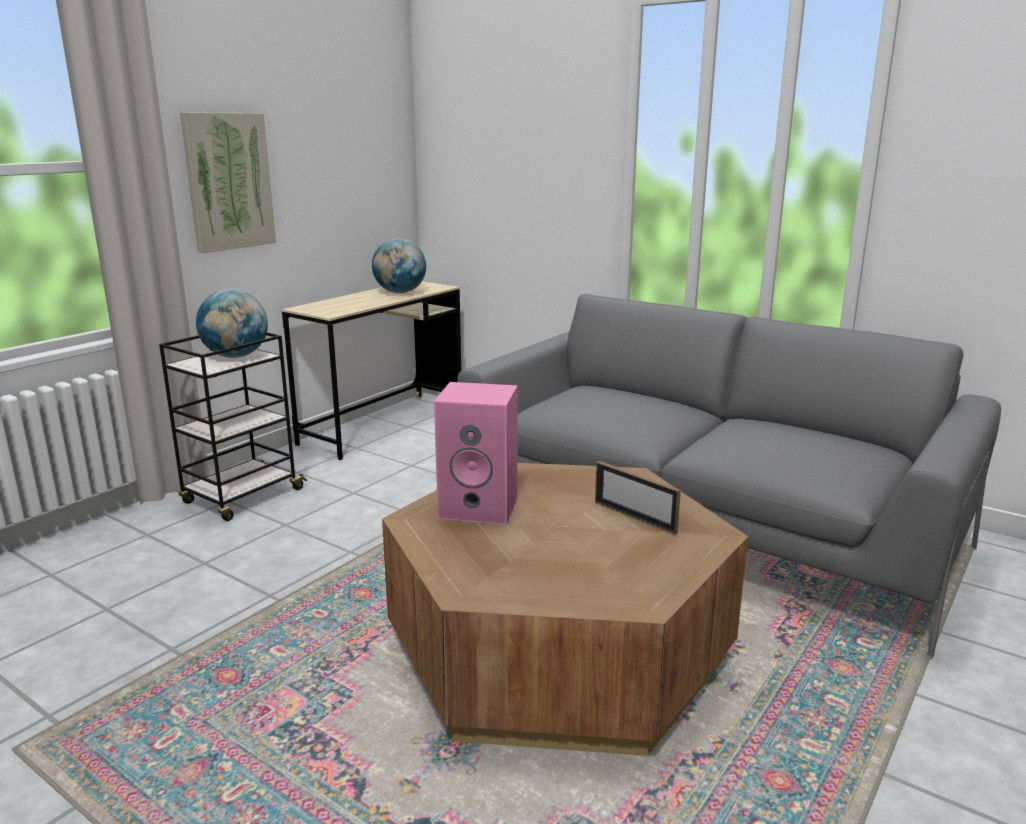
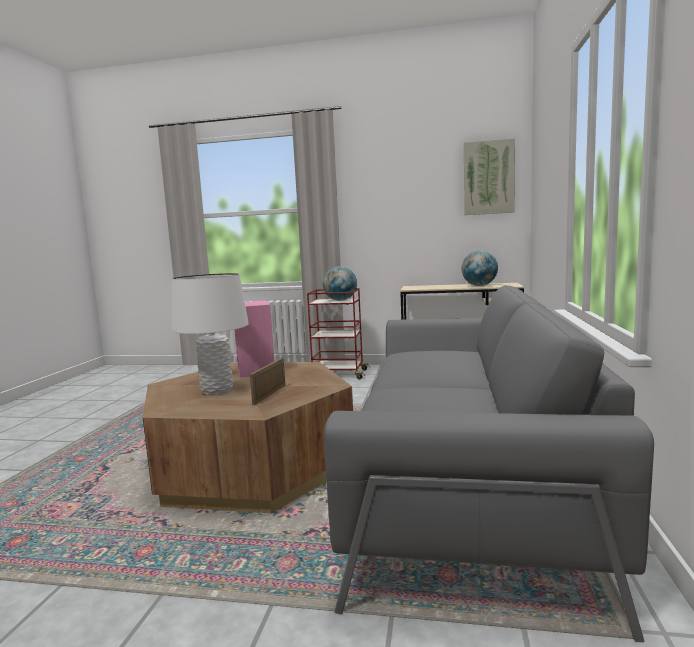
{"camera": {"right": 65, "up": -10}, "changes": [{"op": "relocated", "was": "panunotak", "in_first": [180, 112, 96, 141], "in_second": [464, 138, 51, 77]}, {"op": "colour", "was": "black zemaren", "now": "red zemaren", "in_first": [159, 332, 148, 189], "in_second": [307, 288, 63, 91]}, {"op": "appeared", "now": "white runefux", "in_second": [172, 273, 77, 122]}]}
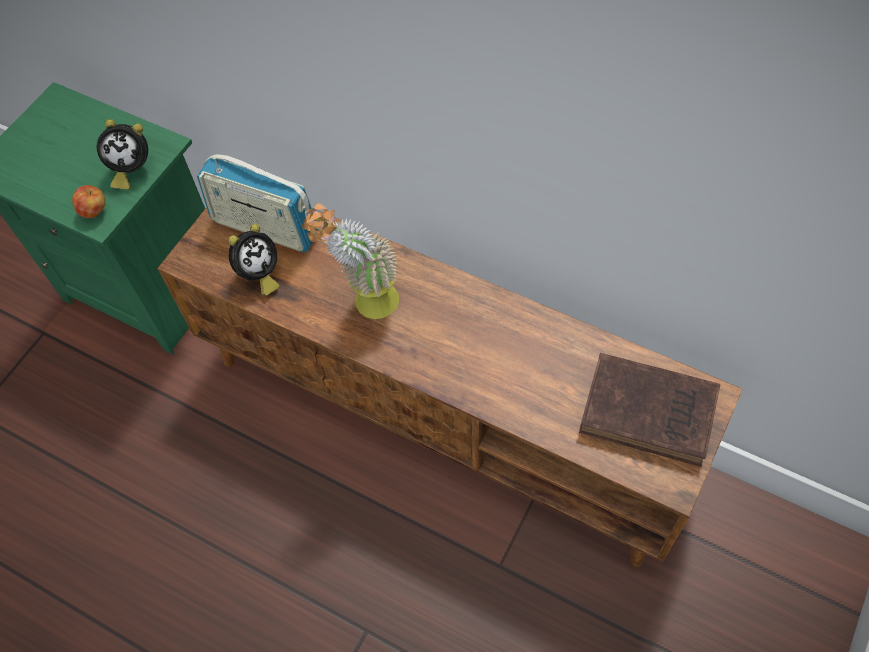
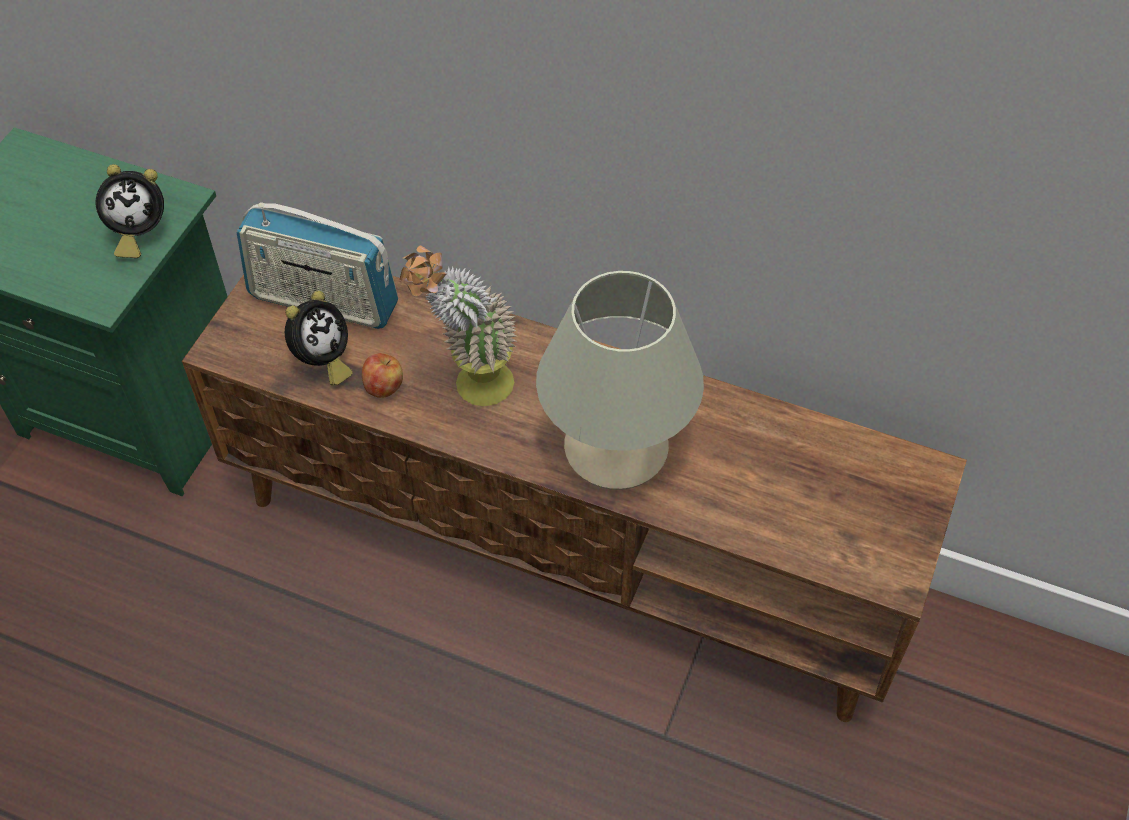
{"camera": {"right": -10, "up": -5}, "changes": [{"op": "relocated", "was": "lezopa", "in_first": [72, 185, 33, 33], "in_second": [362, 353, 41, 45]}, {"op": "missing", "was": "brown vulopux", "in_first": [579, 353, 141, 114]}, {"op": "appeared", "now": "beige runefux", "in_second": [536, 271, 168, 219]}]}
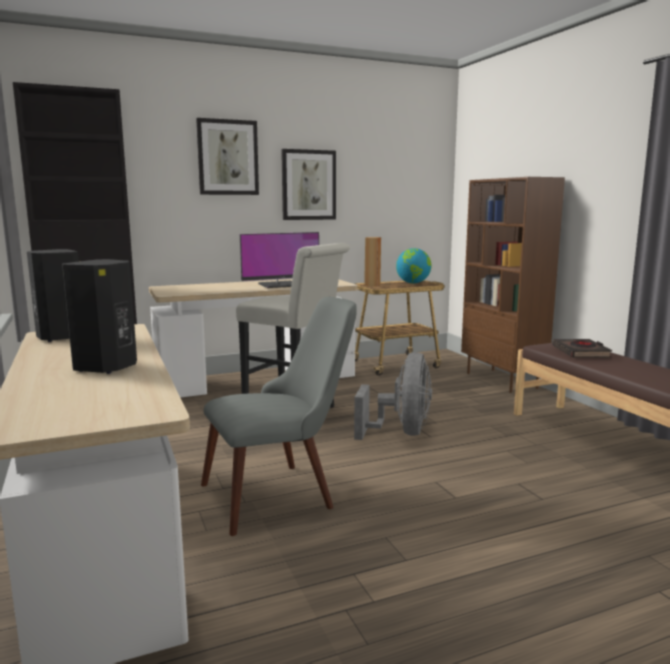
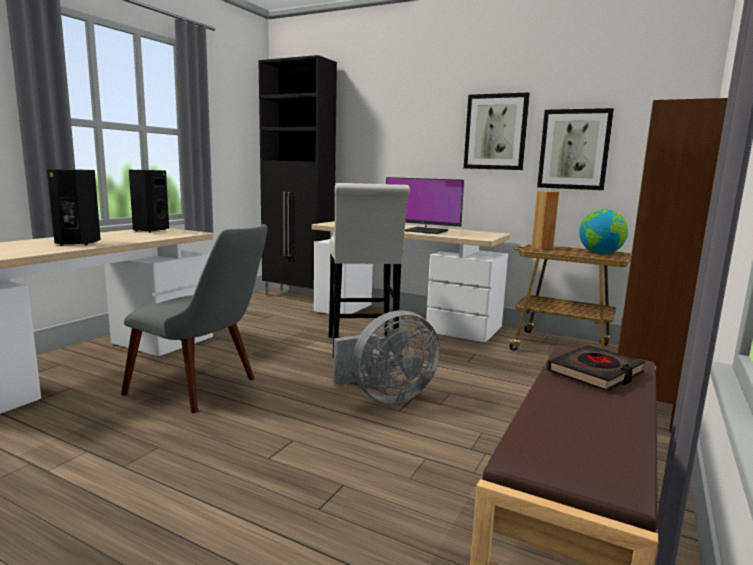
{"camera": {"right": 50, "up": 0}, "changes": [{"op": "relocated", "was": "panunotak", "in_first": [196, 118, 63, 77], "in_second": [537, 108, 77, 82]}]}
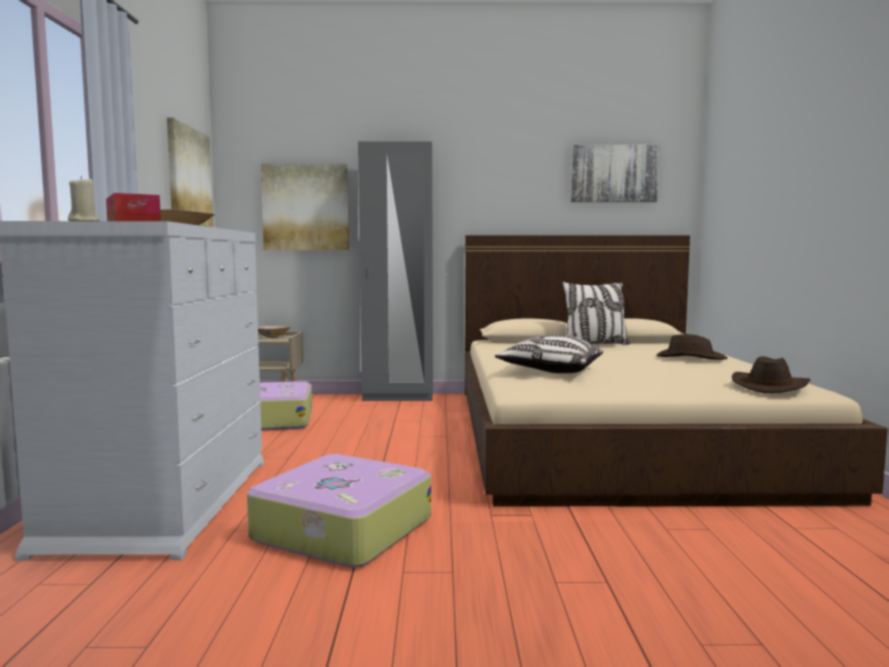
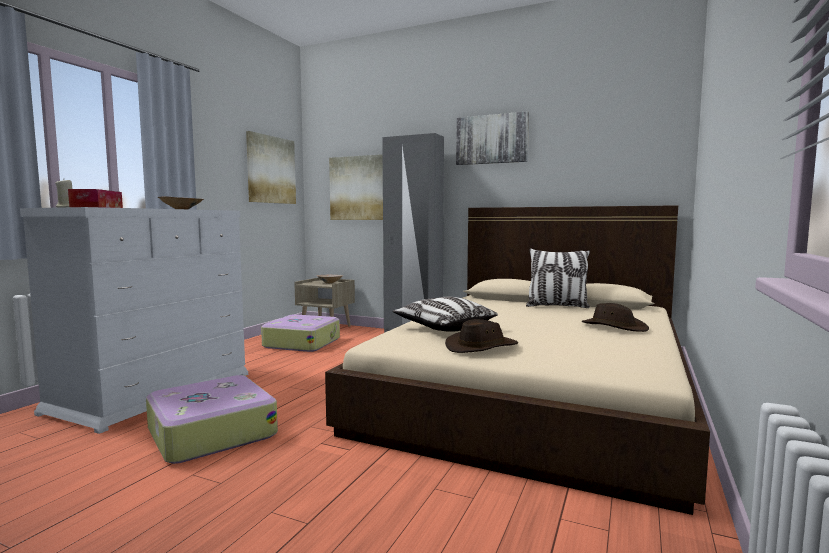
{"camera": {"right": 25, "up": 0}, "changes": [{"op": "relocated", "was": "panunotak", "in_first": [571, 145, 89, 57], "in_second": [456, 111, 73, 54]}, {"op": "relocated", "was": "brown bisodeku", "in_first": [732, 356, 79, 37], "in_second": [445, 319, 73, 34]}]}
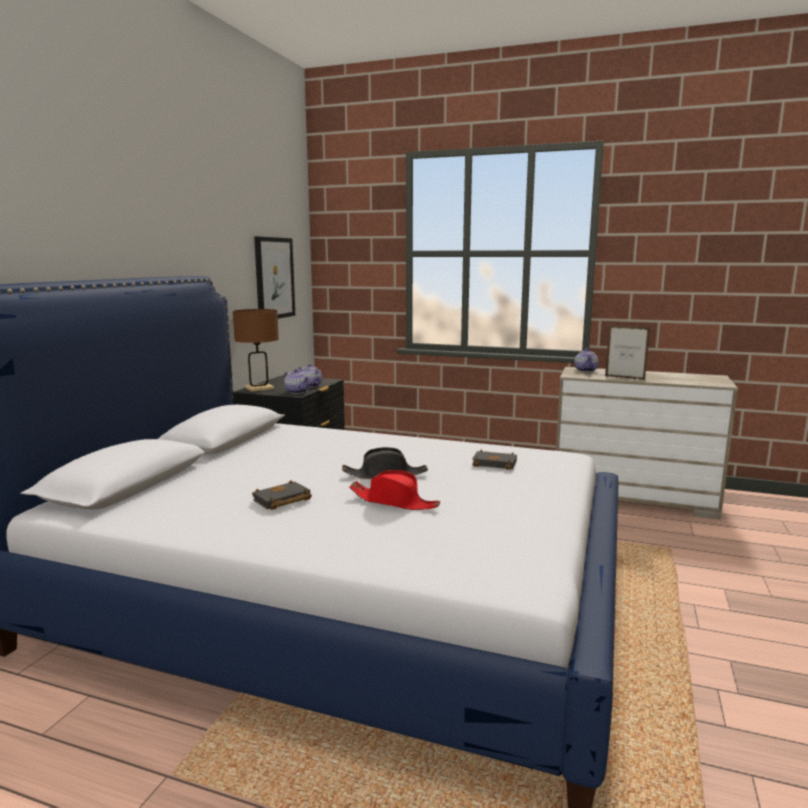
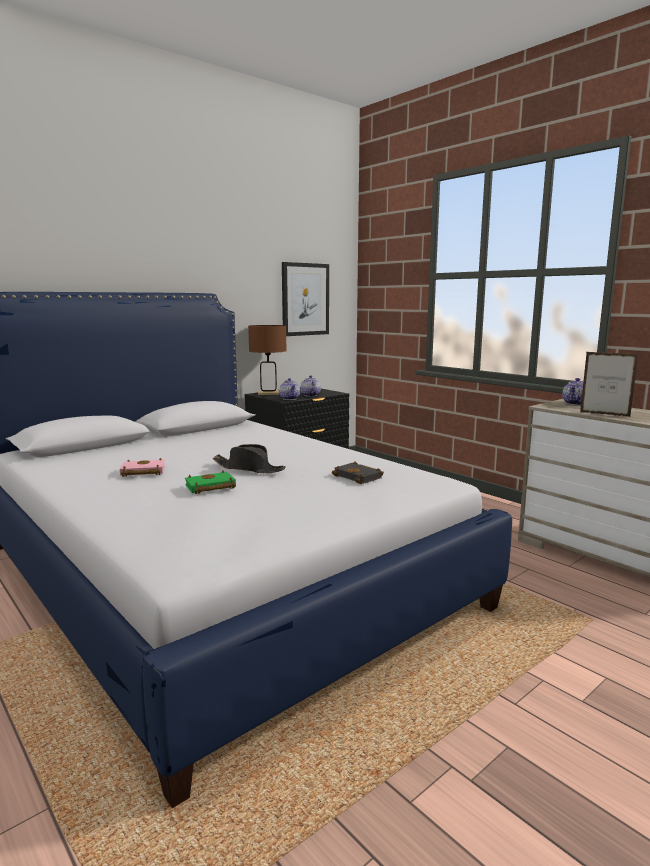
{"camera": {"right": 30, "up": 0}, "changes": [{"op": "spun", "was": "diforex", "in_first": [605, 325, 45, 55], "in_second": [580, 352, 58, 65], "clockwise": 150}, {"op": "exchanged", "was": "red bisodeku", "now": "green vulopux", "in_first": [349, 470, 91, 40], "in_second": [185, 471, 51, 23]}, {"op": "colour", "was": "black vulopux", "now": "pink vulopux", "in_first": [252, 480, 60, 30], "in_second": [120, 458, 45, 19]}]}
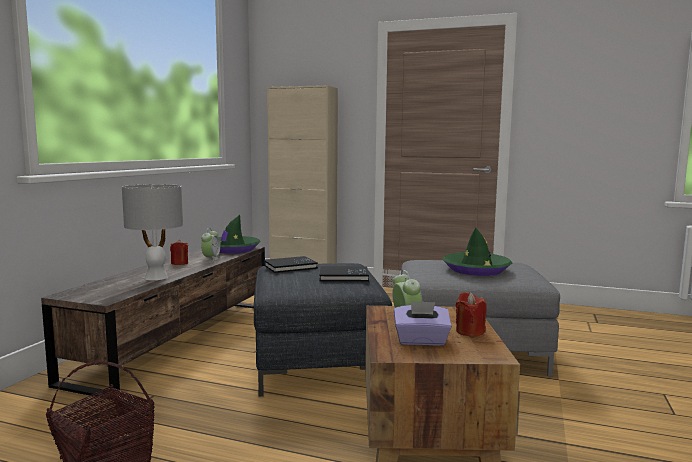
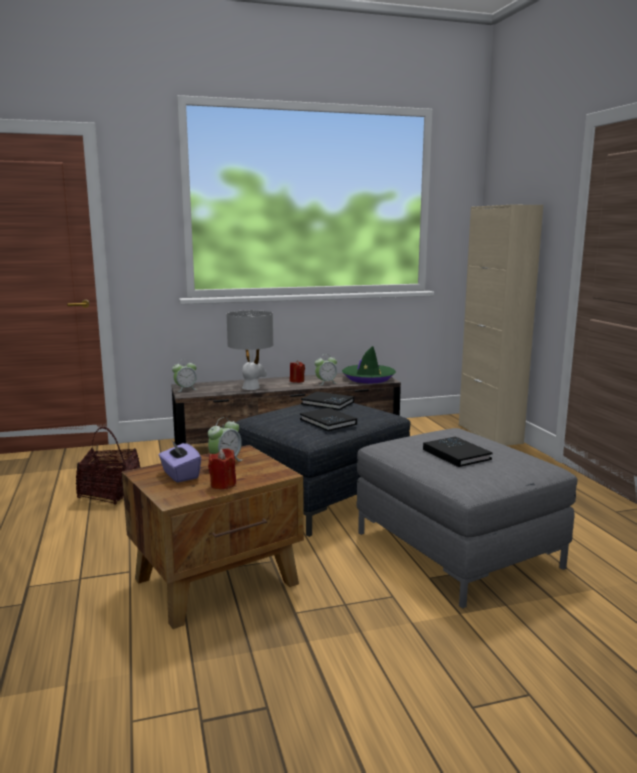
{"camera": {"right": 55, "up": 5}, "changes": [{"op": "exchanged", "was": "green bisodeku", "now": "black vulopux", "in_first": [443, 228, 69, 48], "in_second": [423, 436, 70, 31]}, {"op": "appeared", "now": "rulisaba", "in_second": [172, 359, 25, 33]}]}
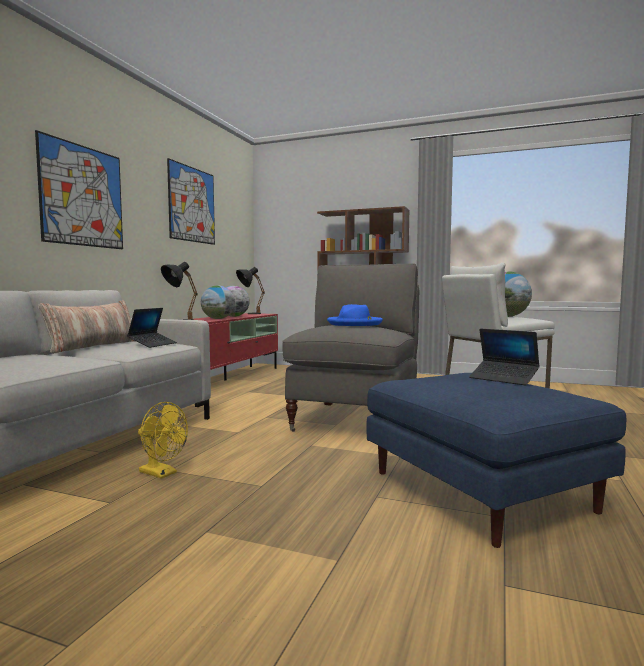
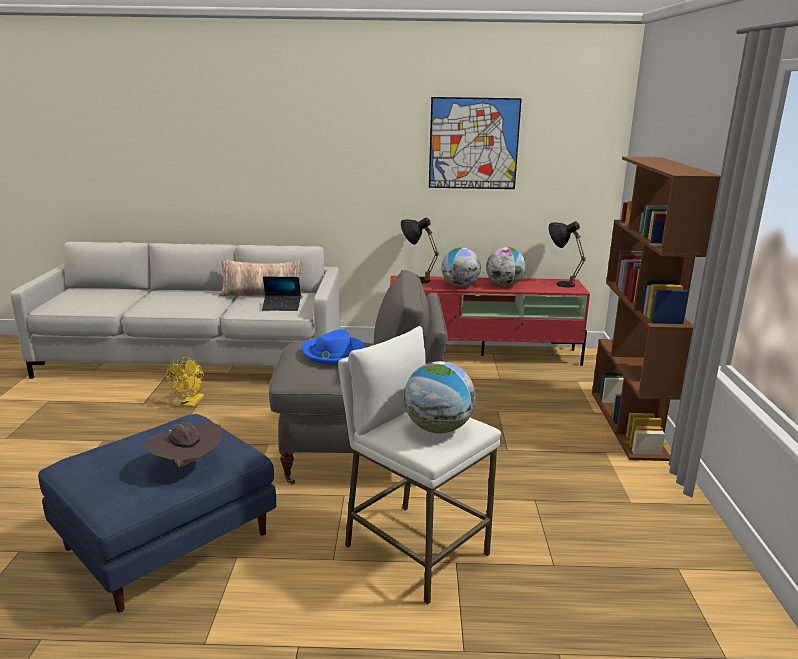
{"camera": {"right": 70, "up": 15}, "changes": [{"op": "missing", "was": "panunotak", "in_first": [35, 130, 88, 119]}, {"op": "exchanged", "was": "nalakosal", "now": "brown bisodeku", "in_first": [469, 329, 71, 56], "in_second": [145, 423, 77, 44]}]}
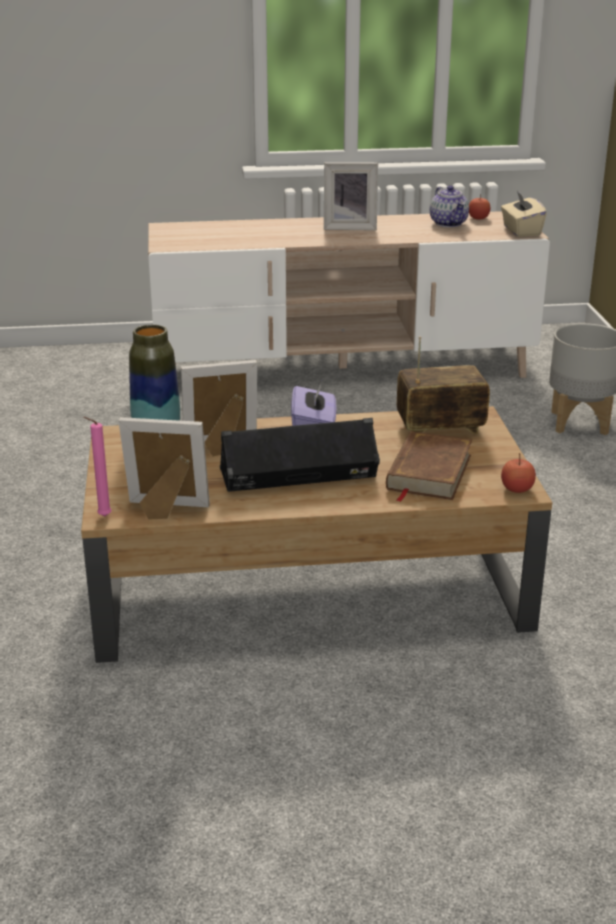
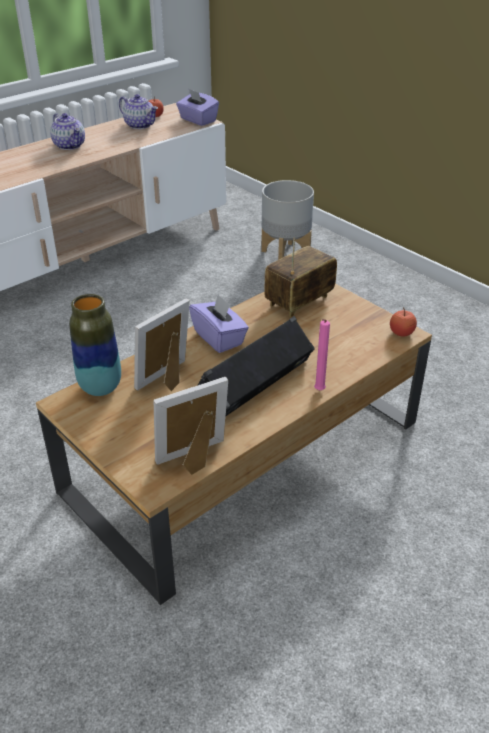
{"camera": {"right": -35, "up": 10}, "changes": [{"op": "exchanged", "was": "diforex", "now": "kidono", "in_first": [324, 162, 54, 68], "in_second": [50, 113, 35, 37]}, {"op": "colour", "was": "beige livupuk", "now": "purple livupuk", "in_first": [501, 191, 46, 46], "in_second": [176, 88, 43, 38]}, {"op": "relocated", "was": "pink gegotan", "in_first": [83, 417, 28, 99], "in_second": [314, 319, 16, 71]}, {"op": "missing", "was": "brown vulopux", "in_first": [386, 431, 86, 71]}]}
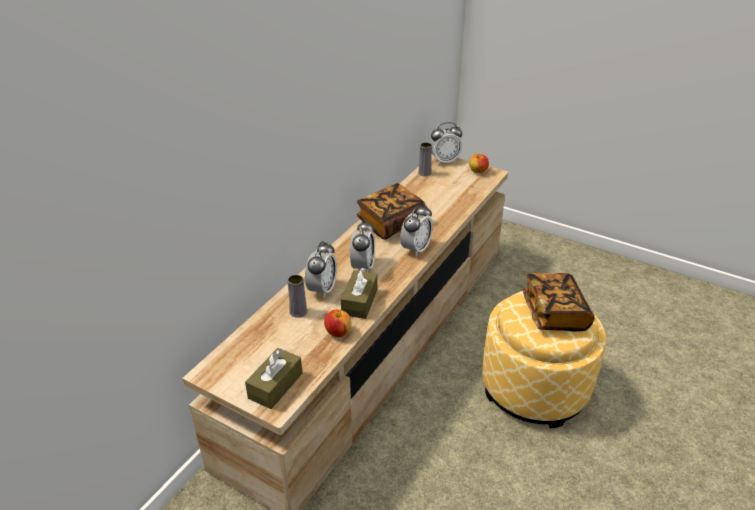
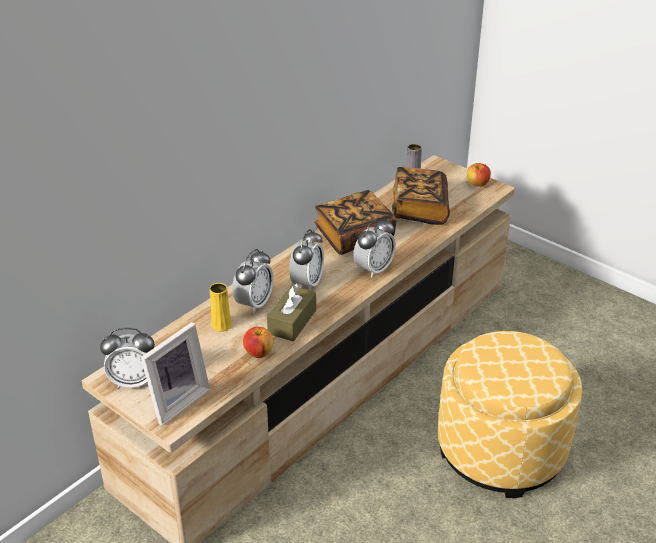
{"camera": {"right": 10, "up": 0}, "changes": [{"op": "relocated", "was": "rulisaba", "in_first": [430, 122, 32, 42], "in_second": [100, 328, 55, 60]}, {"op": "relocated", "was": "vulopux", "in_first": [522, 273, 73, 59], "in_second": [392, 167, 58, 58]}, {"op": "colour", "was": "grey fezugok", "now": "yellow fezugok", "in_first": [287, 274, 20, 44], "in_second": [209, 283, 23, 48]}, {"op": "exchanged", "was": "brown livupuk", "now": "diforex", "in_first": [245, 348, 58, 61], "in_second": [141, 322, 69, 104]}]}
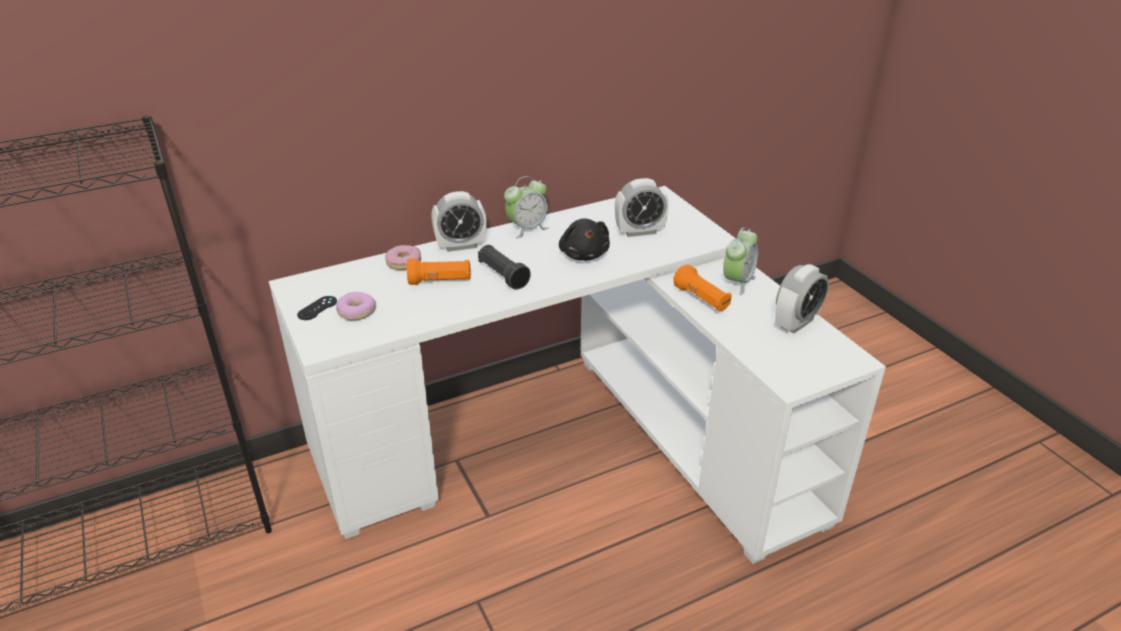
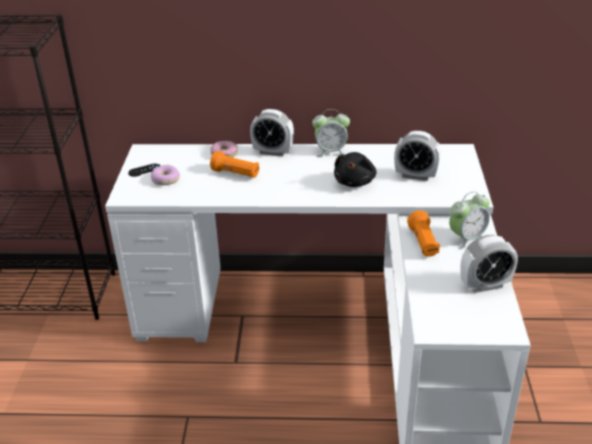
{"camera": {"right": 30, "up": 0}, "changes": [{"op": "missing", "was": "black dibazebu", "in_first": [478, 245, 53, 45]}]}
